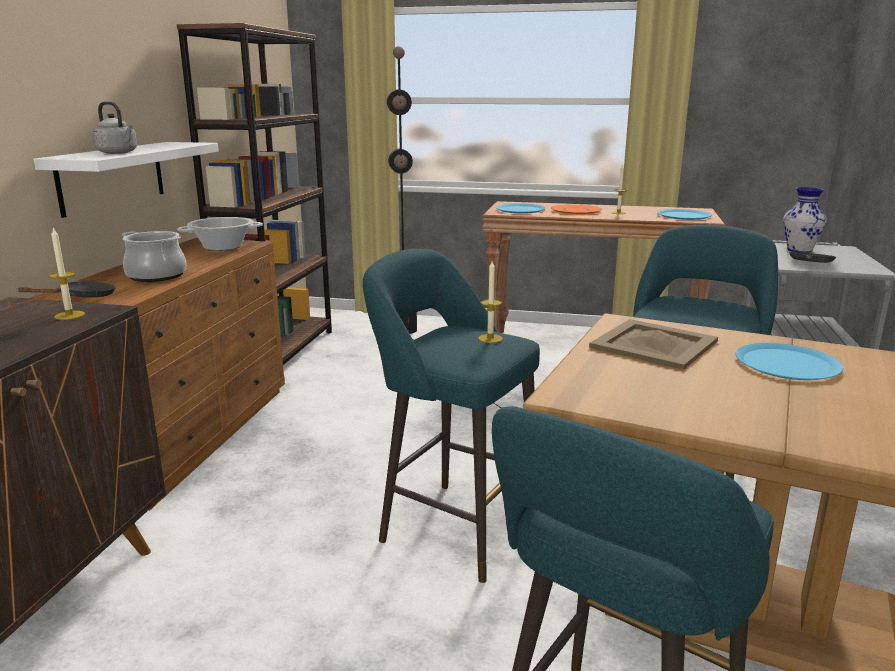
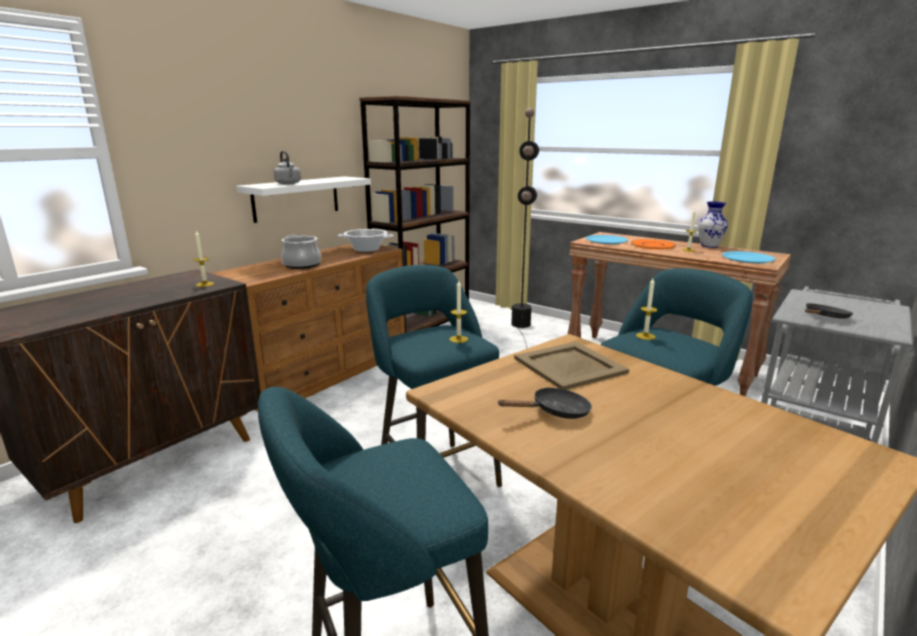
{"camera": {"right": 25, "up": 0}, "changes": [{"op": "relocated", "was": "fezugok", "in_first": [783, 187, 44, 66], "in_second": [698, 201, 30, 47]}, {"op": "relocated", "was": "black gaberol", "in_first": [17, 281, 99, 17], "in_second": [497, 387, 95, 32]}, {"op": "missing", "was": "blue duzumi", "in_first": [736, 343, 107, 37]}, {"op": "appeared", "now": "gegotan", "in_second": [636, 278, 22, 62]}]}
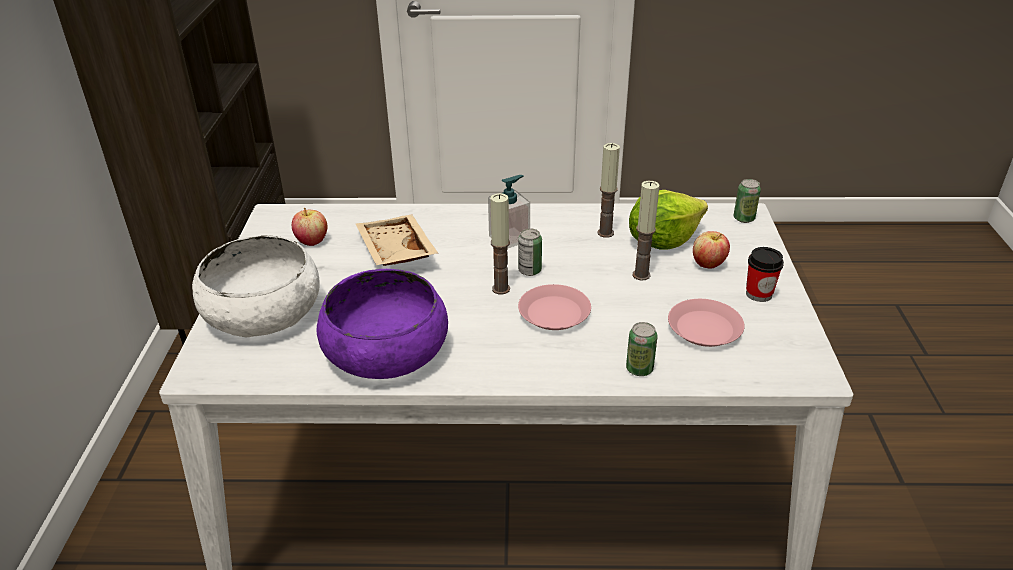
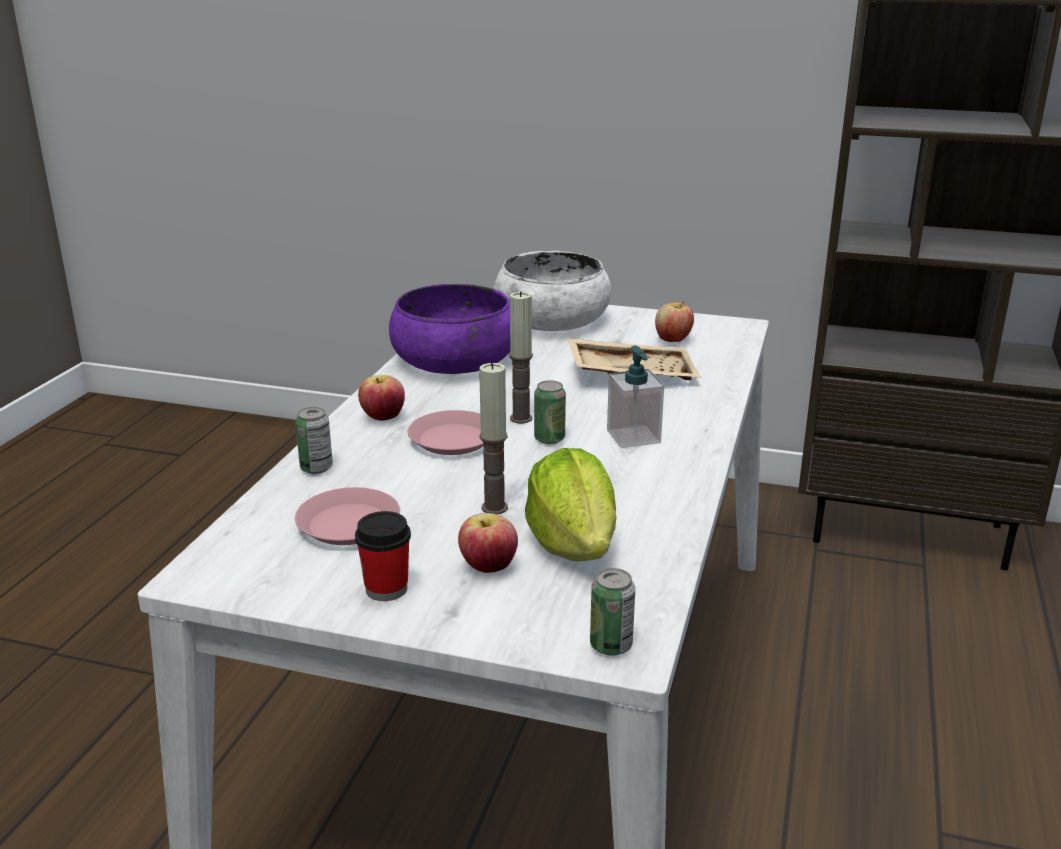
{"camera": {"right": 105, "up": -10}, "changes": [{"op": "missing", "was": "gegotan", "in_first": [597, 143, 23, 95]}, {"op": "appeared", "now": "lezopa", "in_second": [358, 375, 47, 46]}]}
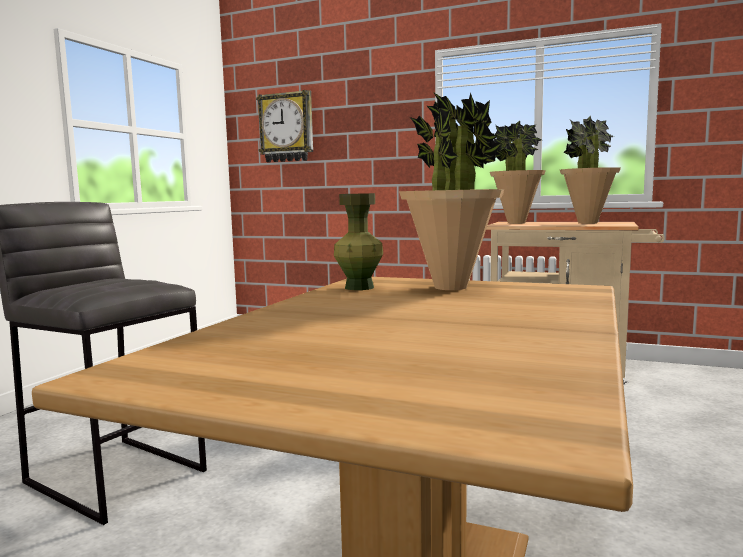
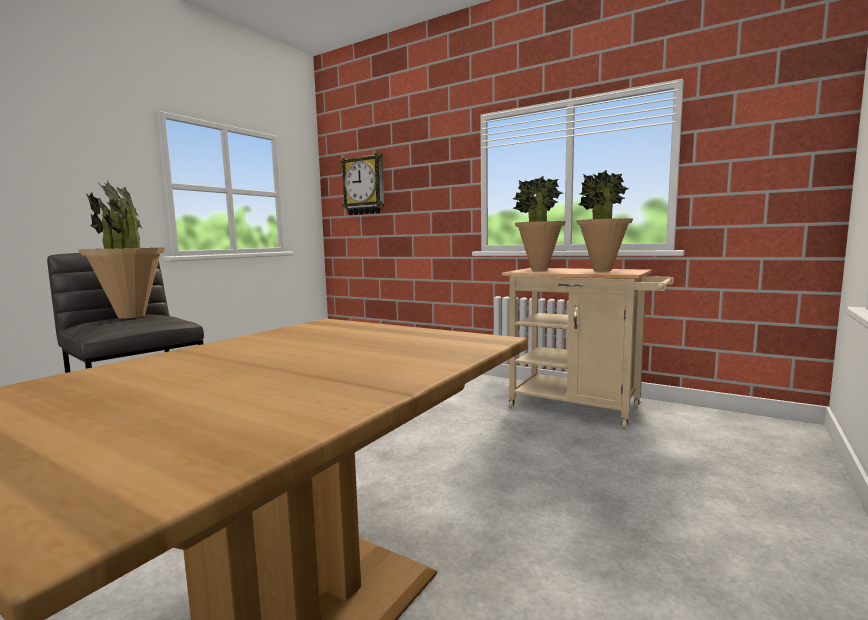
{"camera": {"right": 10, "up": 0}, "changes": [{"op": "relocated", "was": "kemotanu", "in_first": [399, 92, 105, 198], "in_second": [78, 180, 87, 139]}, {"op": "missing", "was": "green fezugok", "in_first": [334, 193, 49, 97]}]}
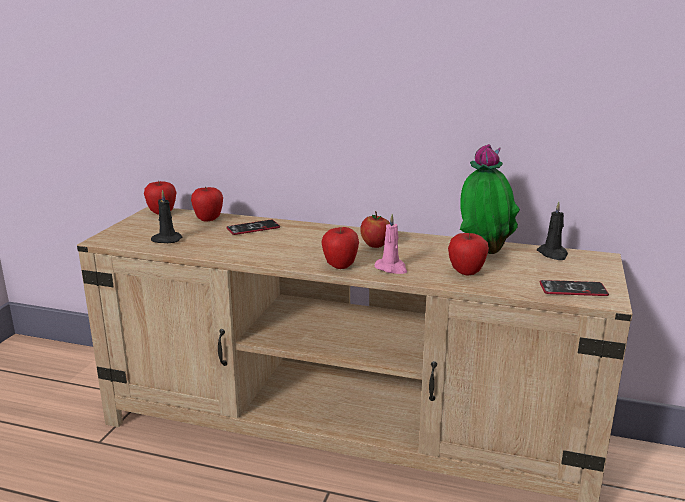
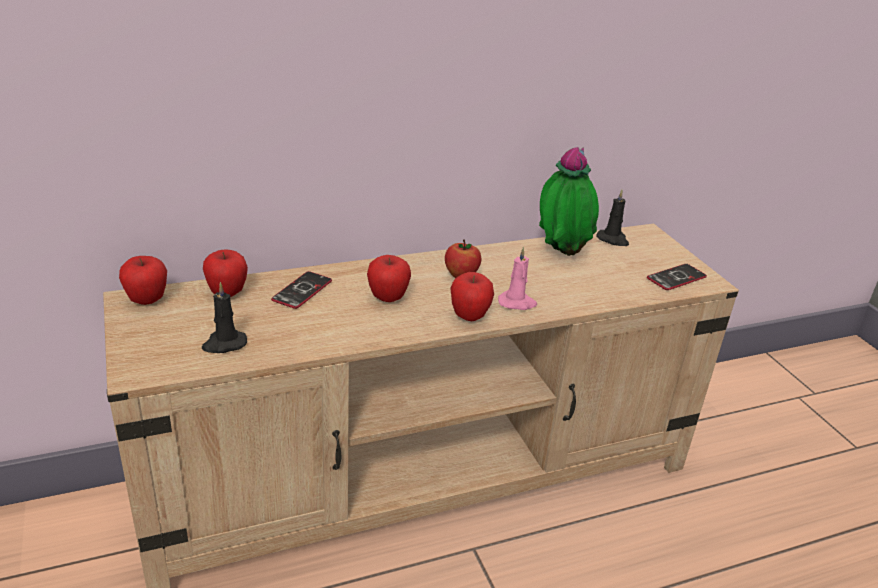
{"camera": {"right": -40, "up": 10}, "changes": [{"op": "relocated", "was": "lezopa", "in_first": [448, 233, 41, 42], "in_second": [367, 255, 44, 47]}]}
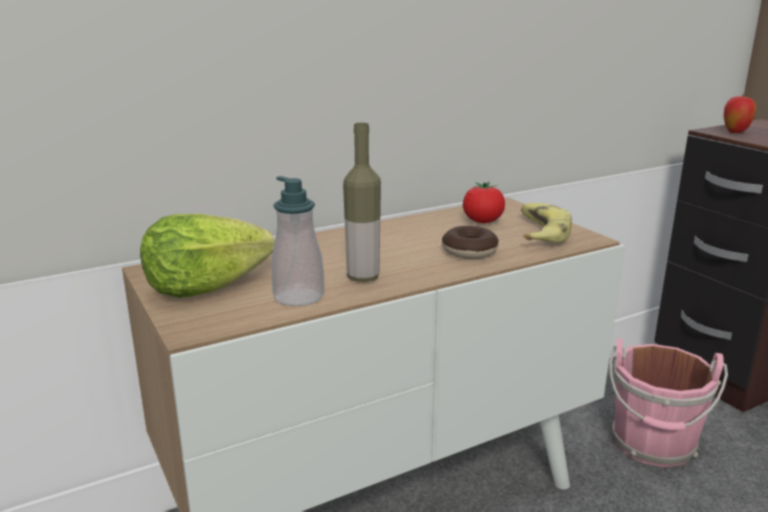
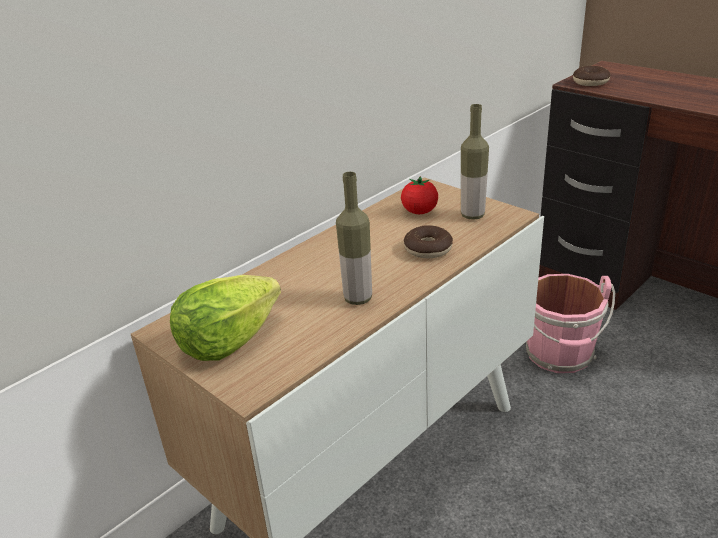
{"camera": {"right": -15, "up": 10}, "changes": [{"op": "exchanged", "was": "lezopa", "now": "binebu", "in_first": [723, 94, 34, 39], "in_second": [573, 66, 38, 20]}, {"op": "missing", "was": "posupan", "in_first": [271, 176, 54, 130]}, {"op": "exchanged", "was": "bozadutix", "now": "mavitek", "in_first": [521, 203, 51, 39], "in_second": [461, 104, 28, 116]}]}
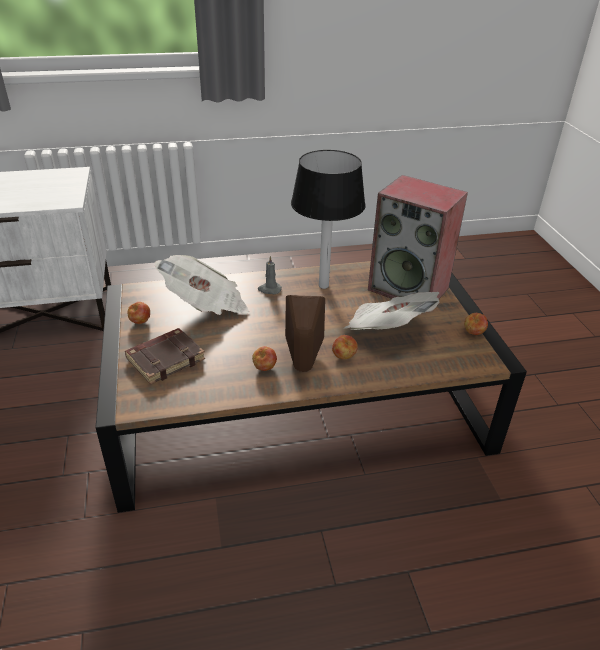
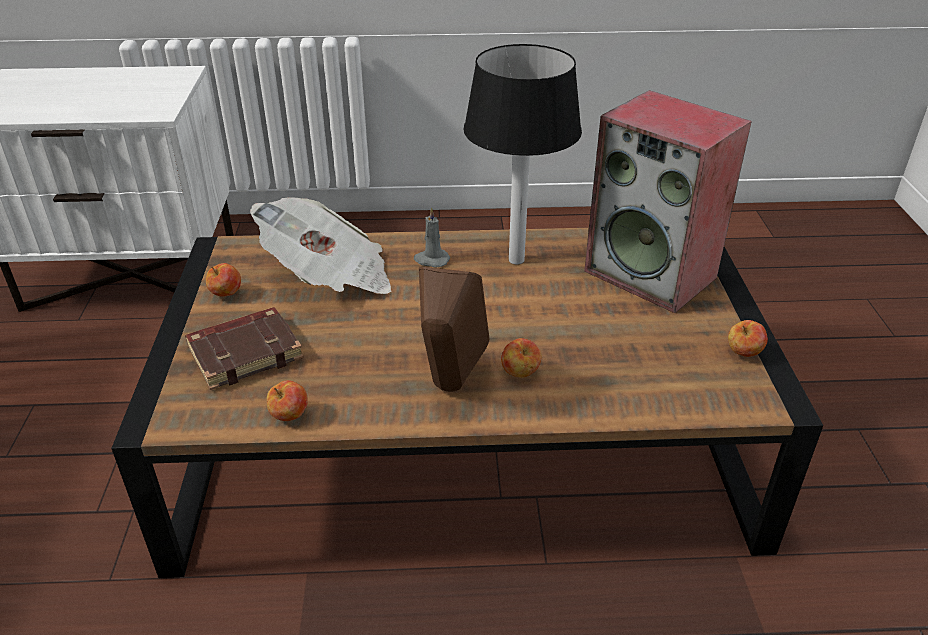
{"camera": {"right": 10, "up": 0}, "changes": [{"op": "missing", "was": "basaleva", "in_first": [344, 292, 96, 38]}, {"op": "relocated", "was": "lezopa", "in_first": [252, 346, 25, 25], "in_second": [267, 380, 41, 41]}]}
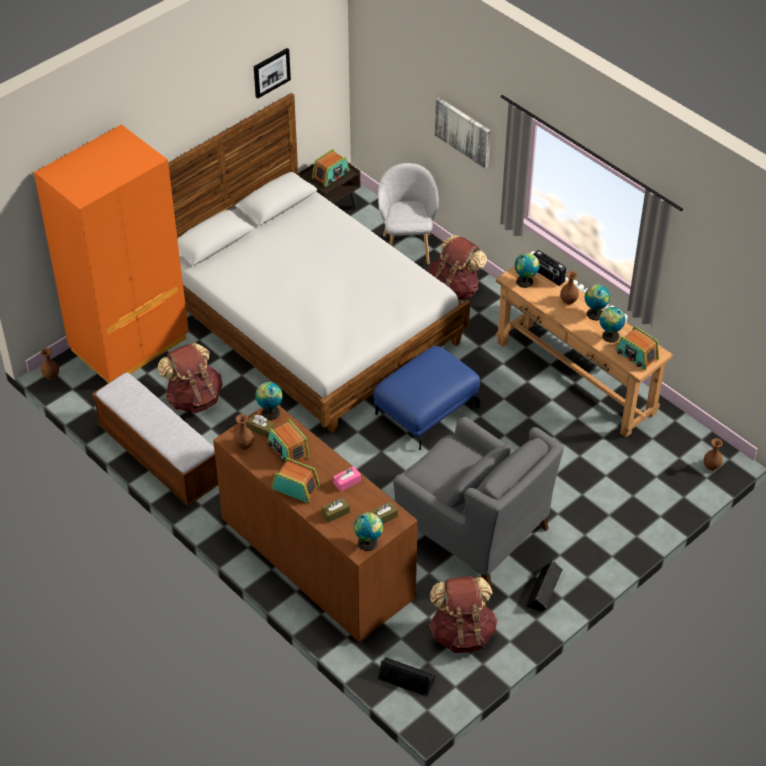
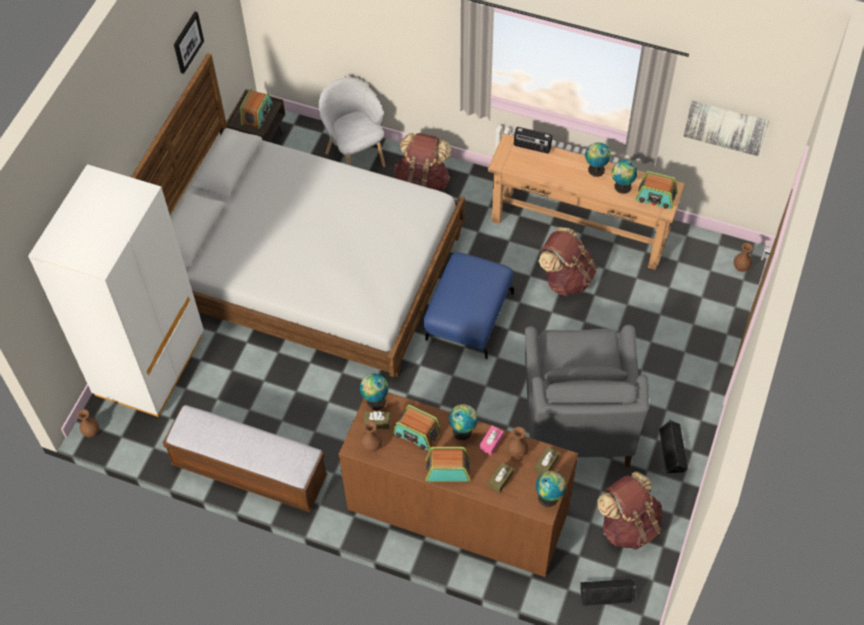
{"camera": {"right": -25, "up": 10}, "changes": [{"op": "relocated", "was": "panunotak", "in_first": [435, 98, 56, 71], "in_second": [684, 101, 85, 55]}, {"op": "colour", "was": "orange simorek", "now": "white simorek", "in_first": [34, 124, 155, 259], "in_second": [28, 164, 176, 253]}, {"op": "relocated", "was": "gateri", "in_first": [515, 253, 25, 35], "in_second": [449, 404, 29, 36]}, {"op": "relocated", "was": "brown fezugok", "in_first": [560, 271, 19, 34], "in_second": [507, 427, 21, 31]}, {"op": "relocated", "was": "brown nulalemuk", "in_first": [158, 342, 65, 71], "in_second": [538, 227, 60, 69]}, {"op": "spun", "was": "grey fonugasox", "in_first": [393, 417, 171, 170], "in_second": [525, 325, 124, 142], "clockwise": 75}]}
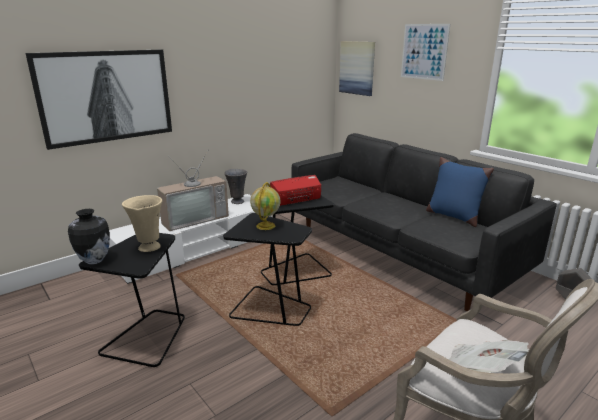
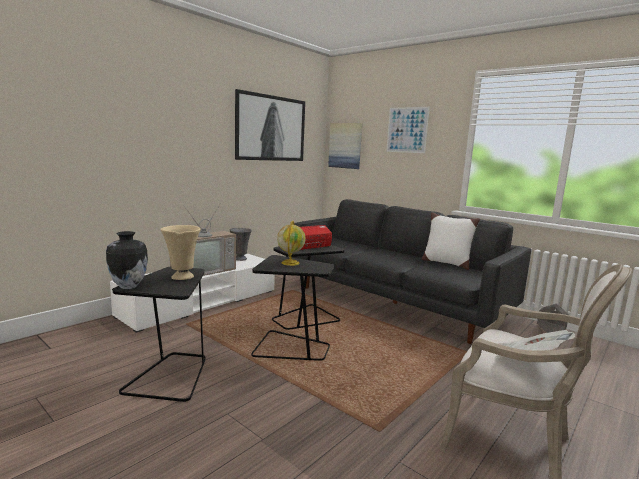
{"camera": {"right": -10, "up": -10}, "changes": [{"op": "relocated", "was": "panunotak", "in_first": [26, 49, 146, 101], "in_second": [235, 89, 70, 72]}, {"op": "colour", "was": "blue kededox", "now": "white kededox", "in_first": [426, 157, 68, 70], "in_second": [422, 212, 58, 58]}]}
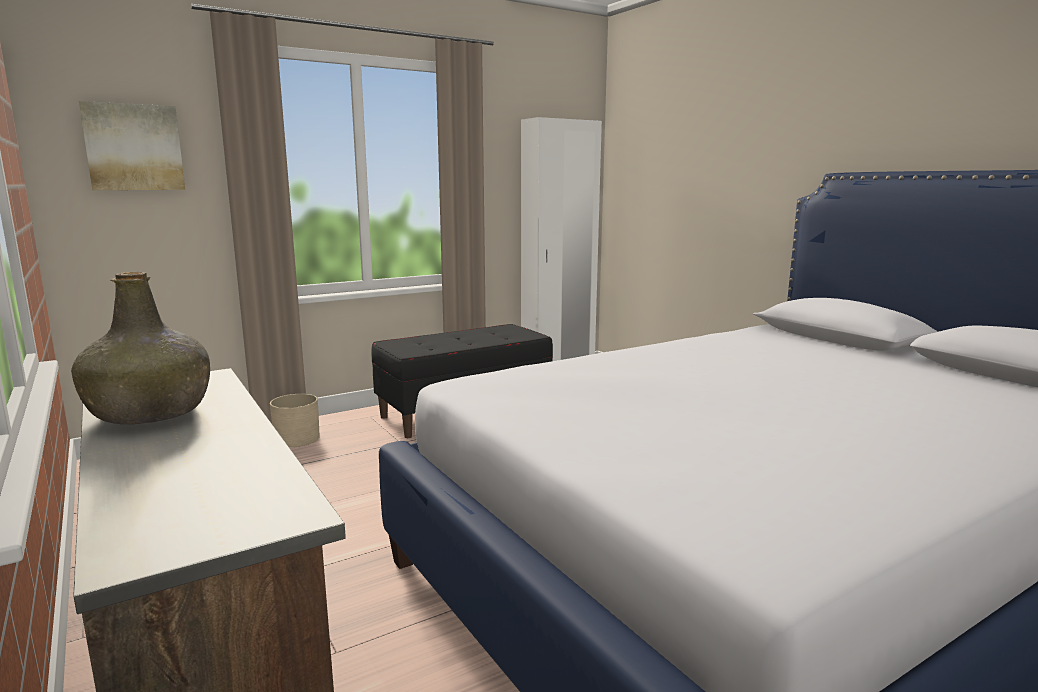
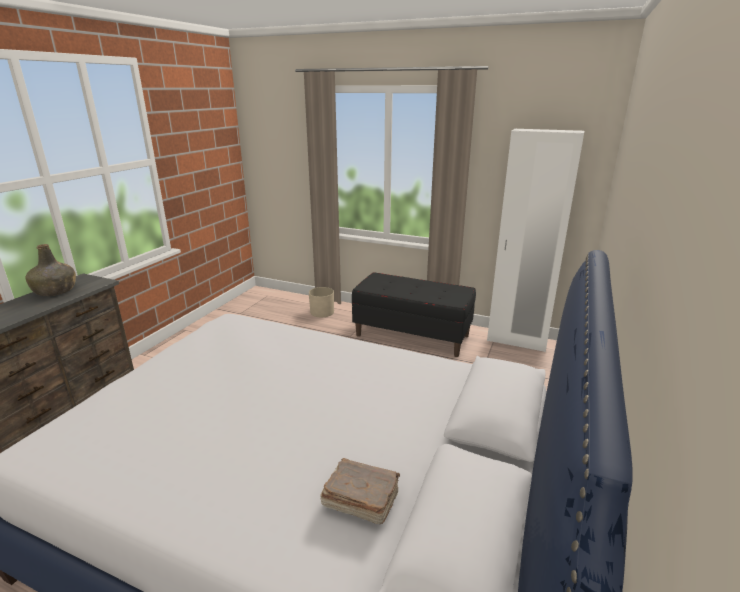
{"camera": {"right": 55, "up": 10}, "changes": [{"op": "missing", "was": "panunotak", "in_first": [79, 101, 106, 89]}, {"op": "appeared", "now": "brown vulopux", "in_second": [320, 458, 80, 66]}]}
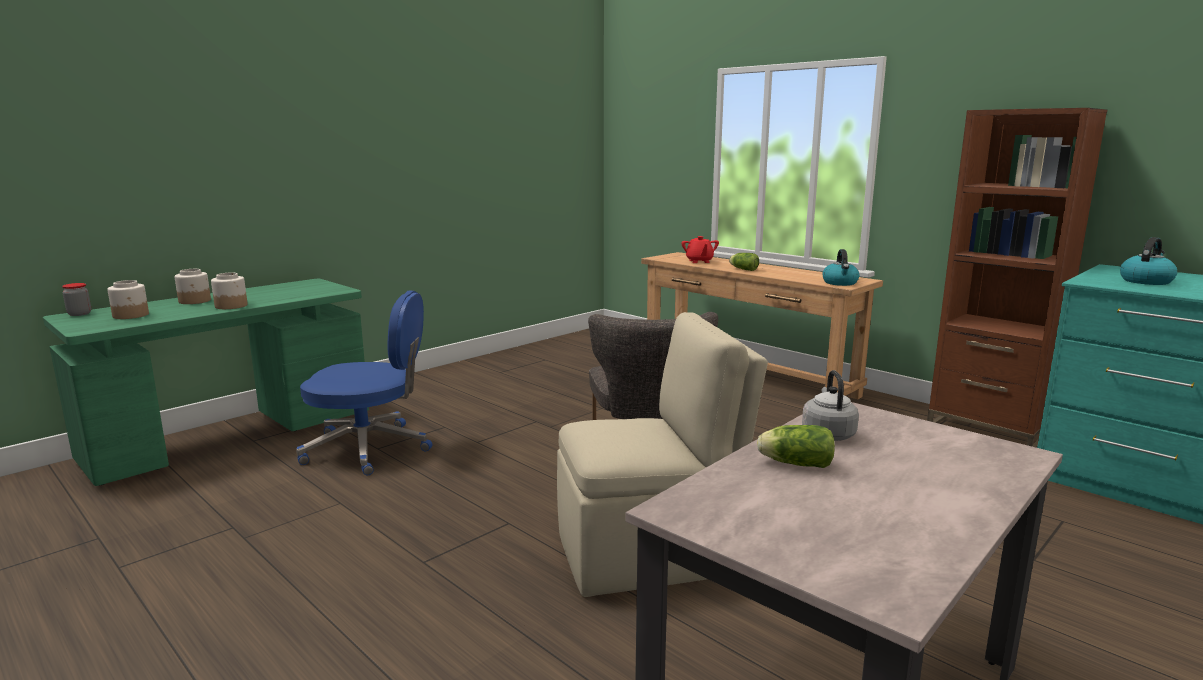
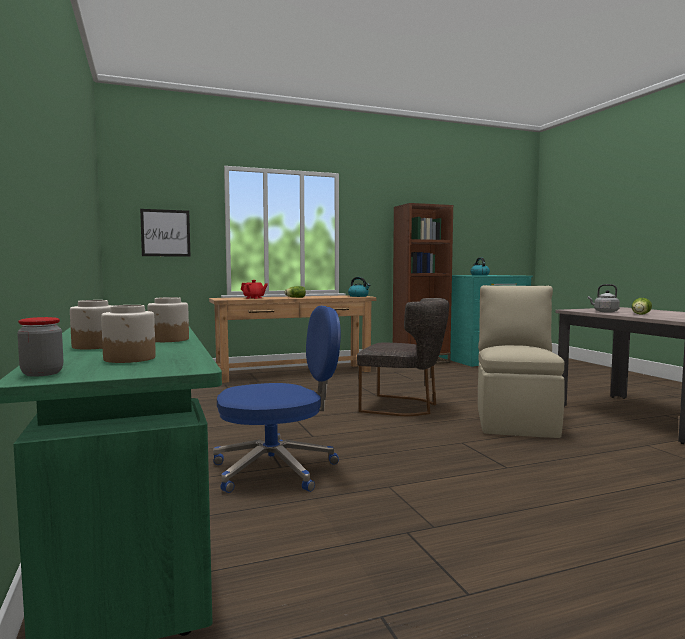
{"camera": {"right": -65, "up": -10}, "changes": [{"op": "spun", "was": "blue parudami", "in_first": [296, 290, 137, 185], "in_second": [213, 306, 128, 187], "clockwise": 45}, {"op": "appeared", "now": "panunotak", "in_second": [140, 209, 50, 48]}]}
